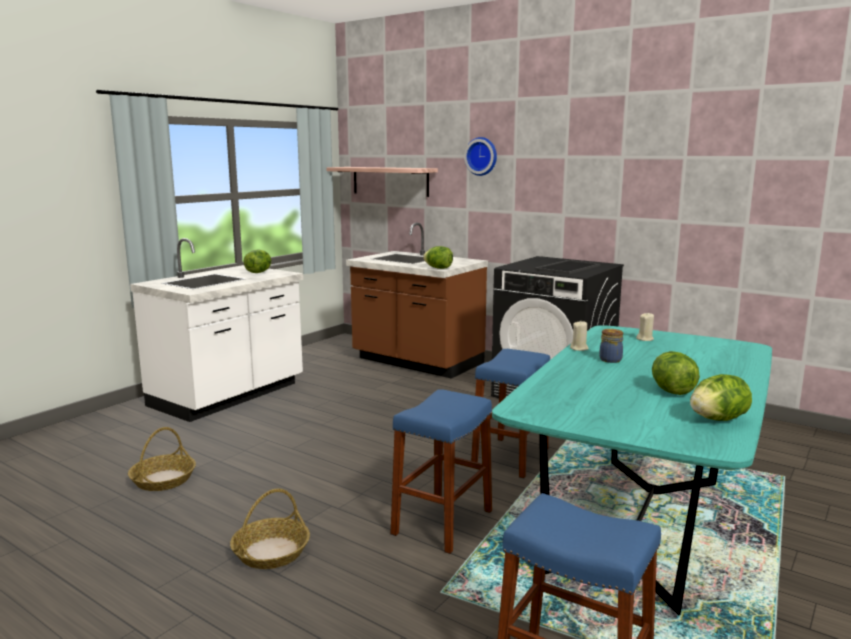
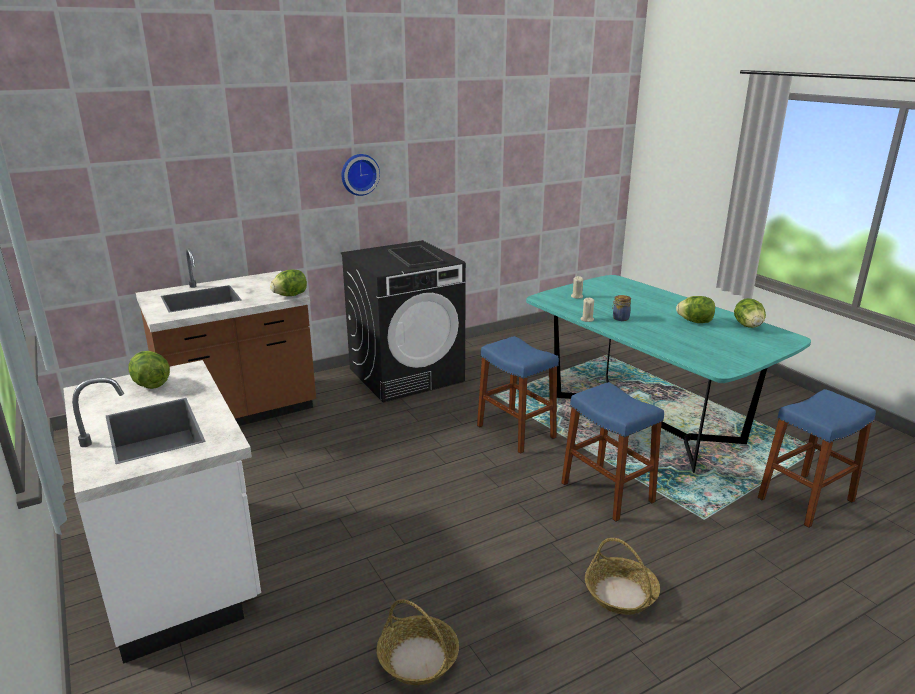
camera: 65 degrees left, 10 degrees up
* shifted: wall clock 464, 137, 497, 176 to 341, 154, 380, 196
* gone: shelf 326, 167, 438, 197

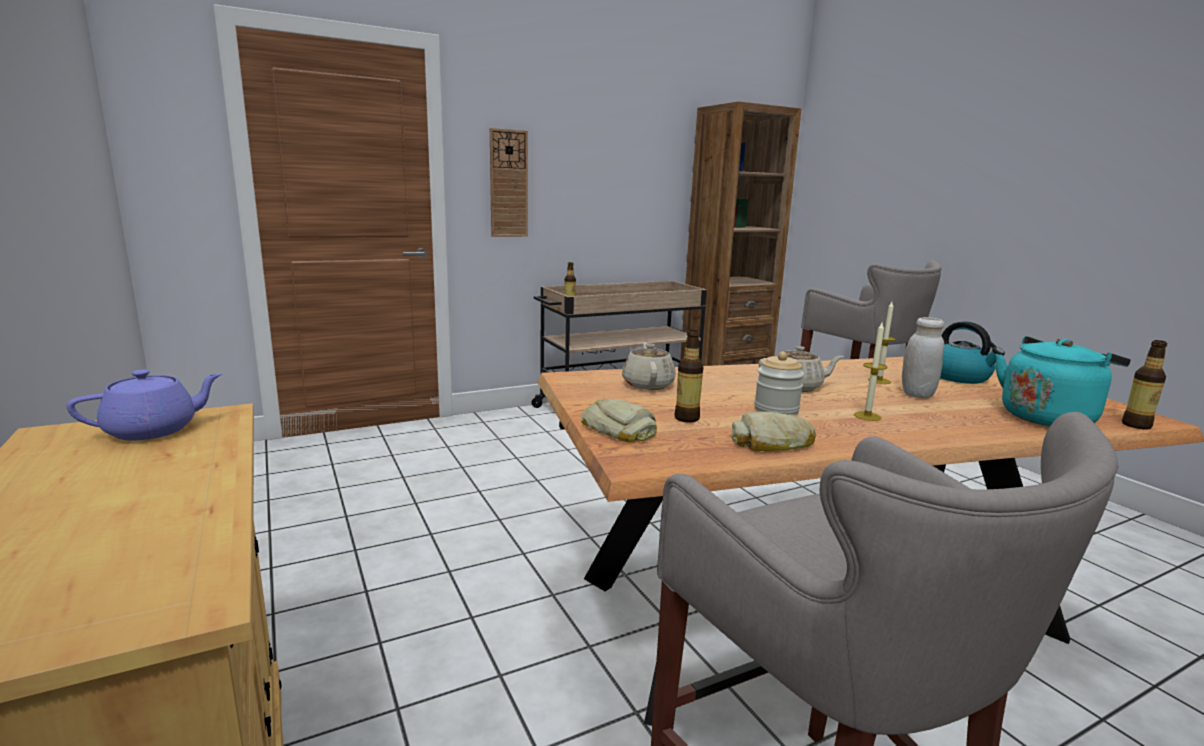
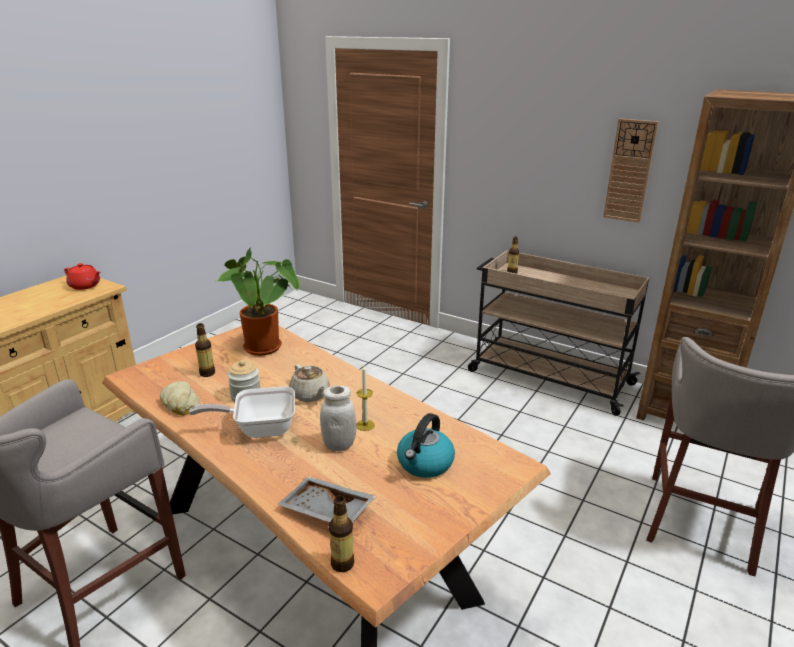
camera: 60 degrees right, 10 degrees up
* repainted: purple teapot 66, 369, 222, 441 to red teapot 64, 263, 101, 290
* swapped: candle 854, 323, 887, 421 to frying pan 189, 386, 295, 438
* swapped: beige teapot 622, 342, 676, 390 to potted plant 217, 248, 299, 356
* swapped: turquoise kettle 995, 336, 1131, 427 to grey tray 278, 476, 376, 523
* shifted: wall clock 490, 128, 528, 237 to 603, 118, 659, 223
* gone: bread 581, 399, 657, 443

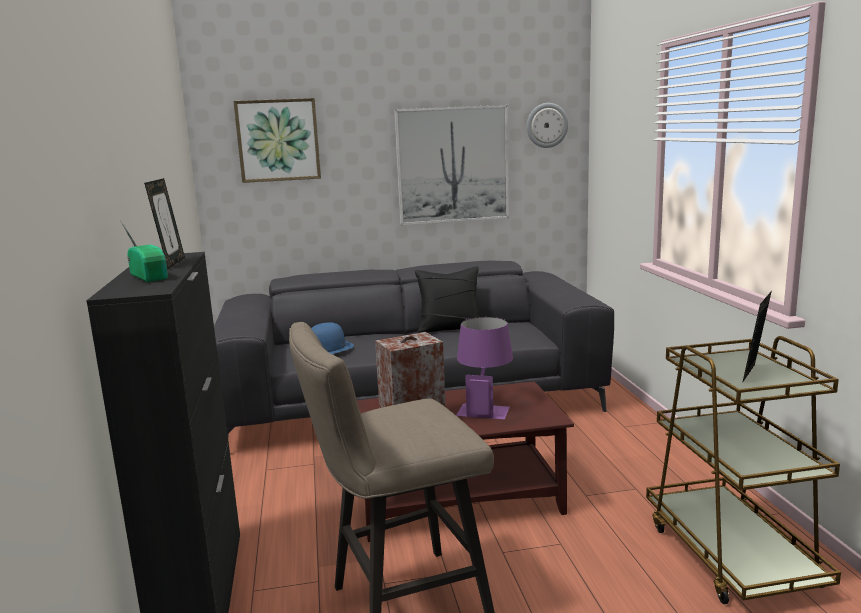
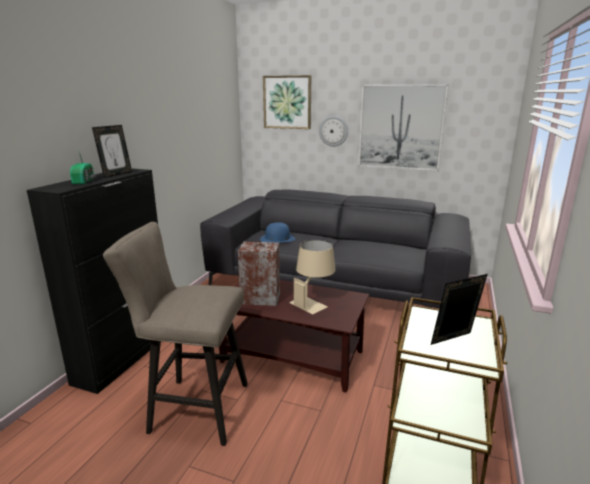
camera: 30 degrees right, 5 degrees up
* repainted: purple table lamp 456, 317, 513, 420 to beige table lamp 289, 240, 335, 314
* shifted: wall clock 527, 103, 568, 148 to 319, 116, 348, 147
* gone: black pillow 415, 266, 479, 333

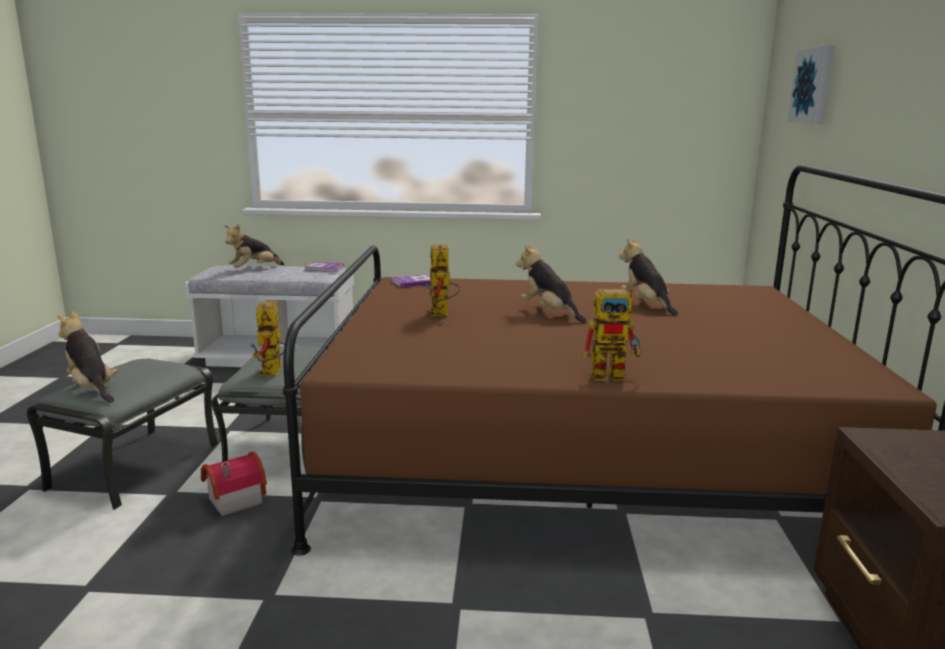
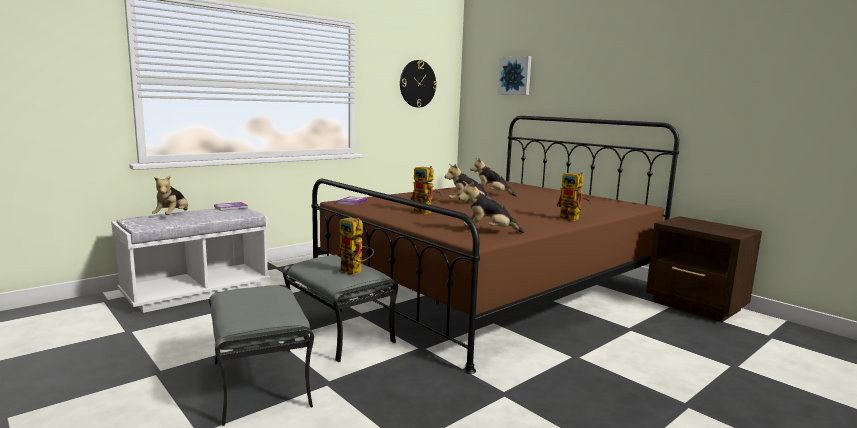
camera: 45 degrees left, 5 degrees down
* new: wall clock 400, 60, 437, 107
* shifted: plush toy 57, 311, 118, 403 to 458, 181, 524, 233
* rotated: toy robot 582, 287, 641, 381 = 556, 172, 591, 221 90 degrees clockwise
* gone: toy house 201, 451, 267, 516

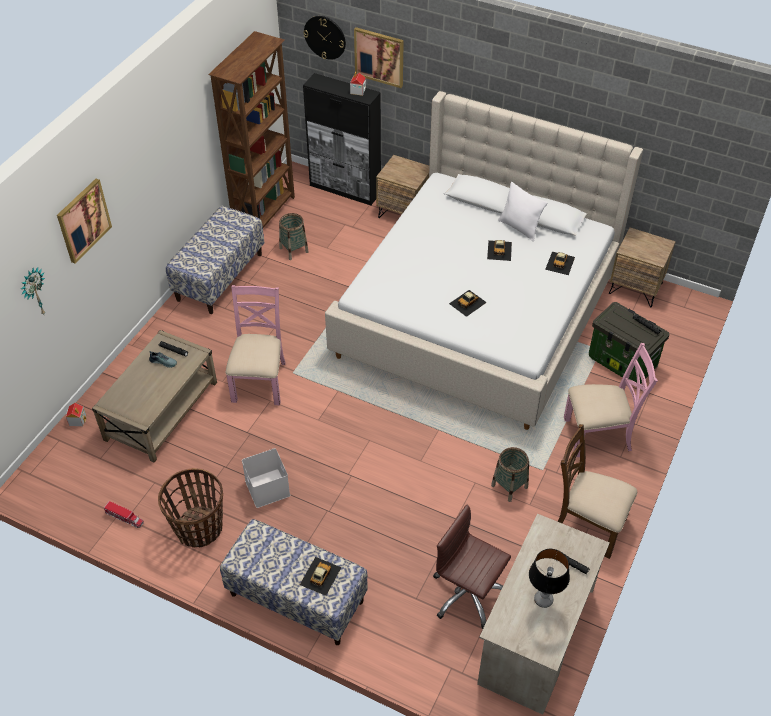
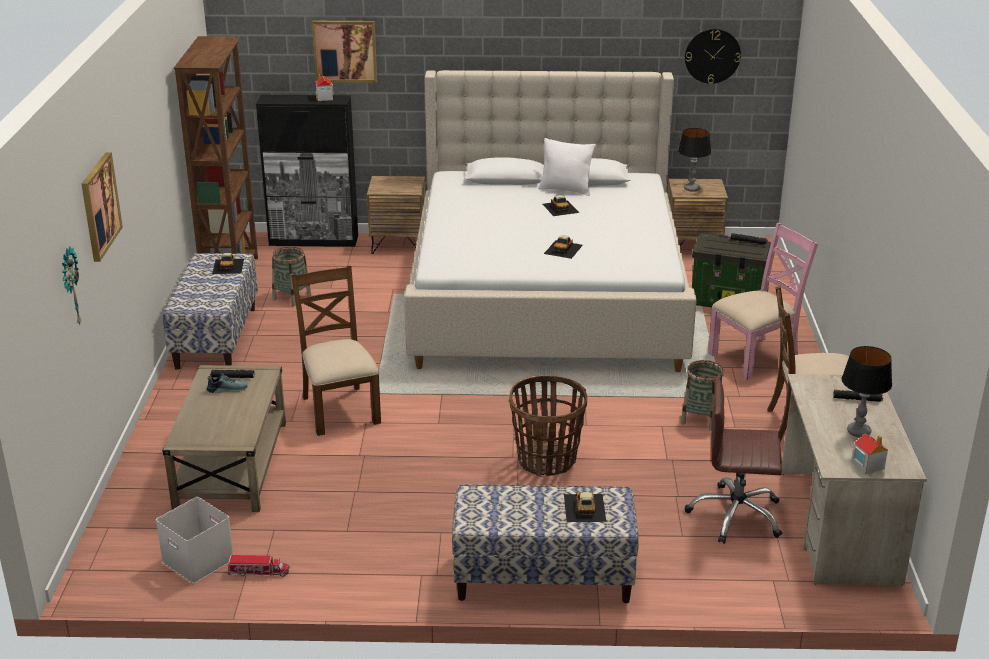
camera: 25 degrees left, 20 degrees down
* shifted: white storage box 242, 448, 290, 508 to 156, 497, 233, 584
* shifted: toy car 545, 252, 575, 275 to 212, 253, 244, 274
* repainted: pink chair 226, 285, 286, 405 to brown chair 291, 266, 381, 436
* shifted: basket 158, 468, 223, 548 to 509, 376, 587, 477
* new: table lamp 678, 128, 711, 192
* shifted: wall clock 303, 16, 346, 60 to 685, 29, 741, 84
* shifted: toy house 66, 403, 86, 426 to 852, 433, 888, 474

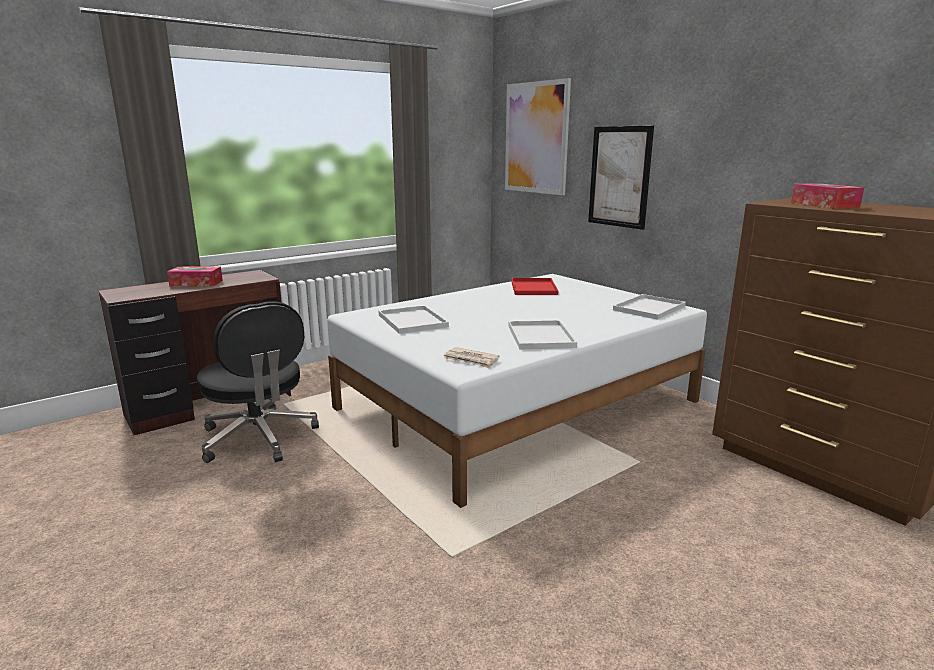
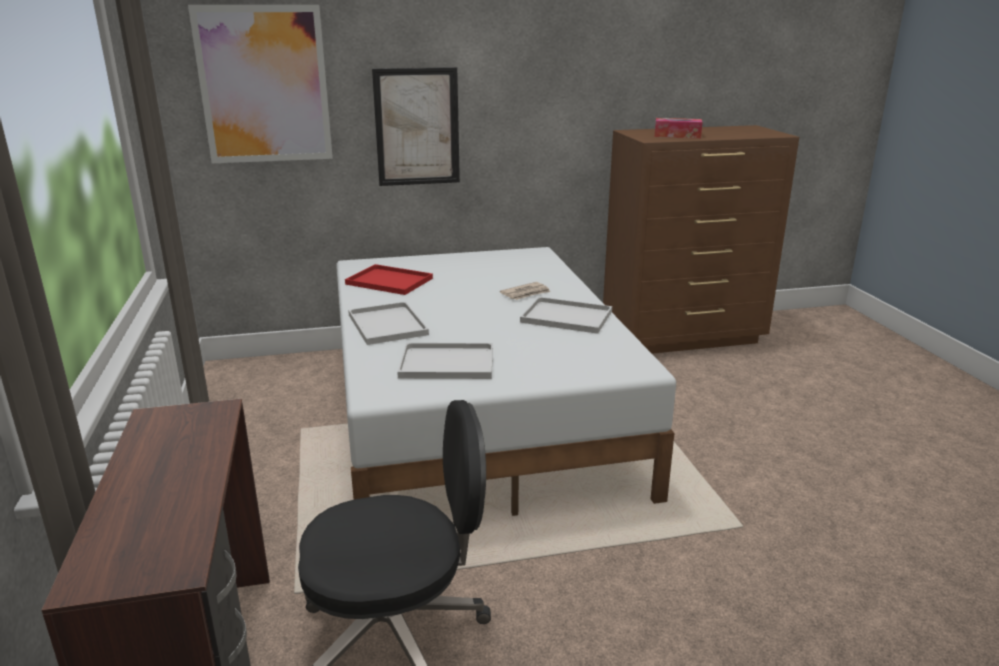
camera: 65 degrees left, 5 degrees up
* shifted: white tray 613, 294, 686, 320 to 348, 302, 429, 345
* shifted: newspaper 444, 347, 500, 368 to 500, 282, 551, 300
* gone: tissue box 167, 267, 223, 286

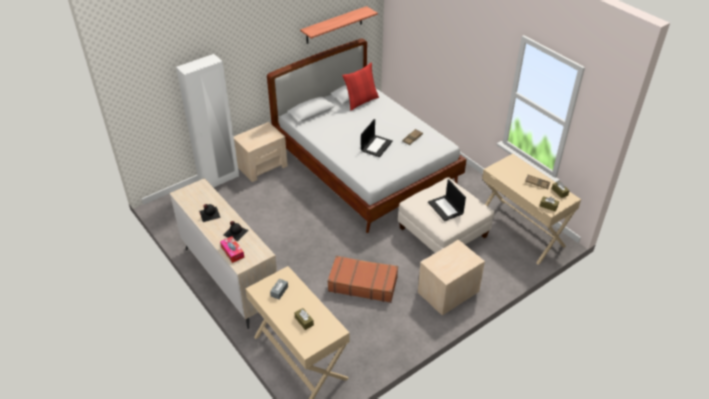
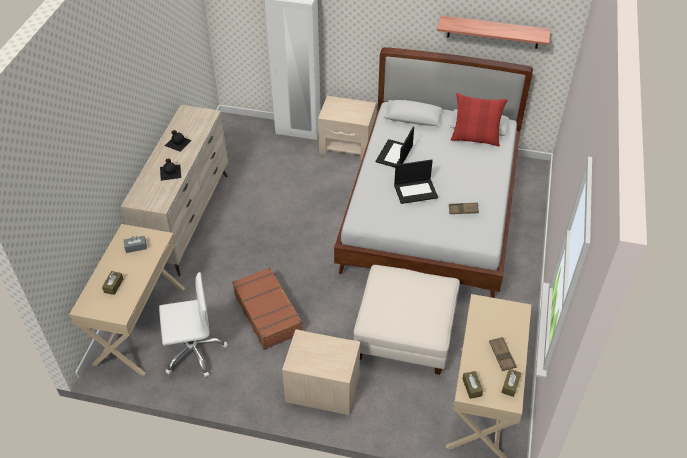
camera: 50 degrees right, 5 degrees up
* new: white office chair 159, 272, 227, 377
* shifted: laptop 428, 179, 466, 221 to 376, 127, 414, 168
* gone: tissue box 220, 236, 244, 263

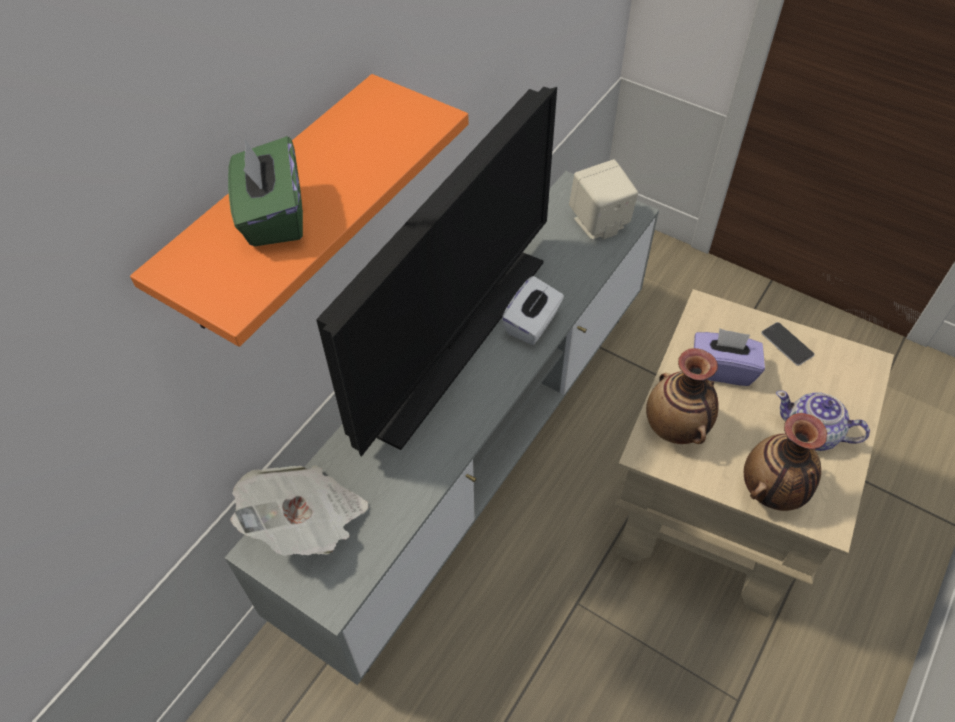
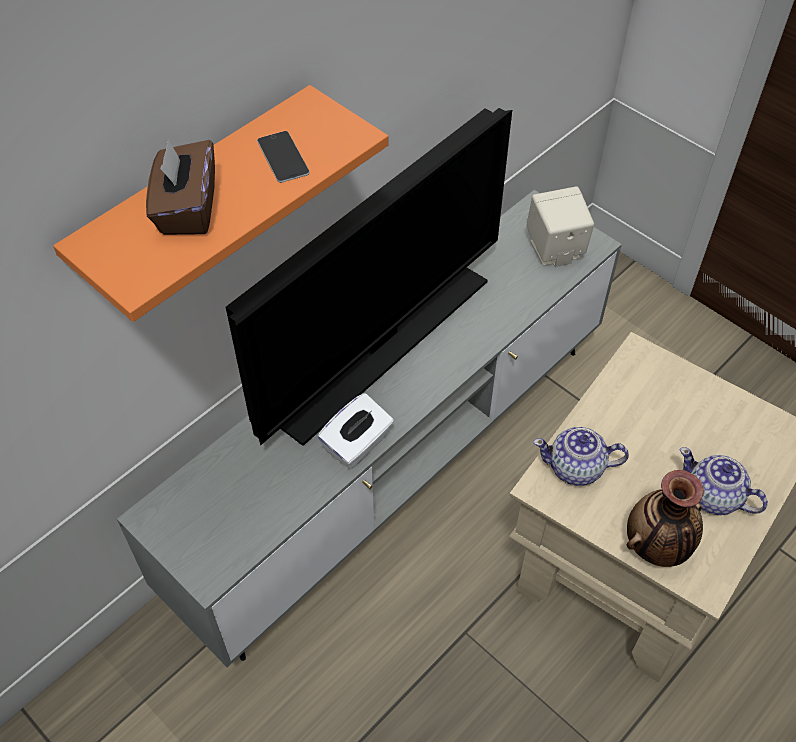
camera: 10 degrees right, 0 degrees up
* repainted: green tissue box 228, 136, 303, 247 to brown tissue box 146, 139, 215, 235
* shifted: phone 761, 322, 815, 366 to 257, 131, 310, 183
* shifted: white tissue box 502, 276, 564, 345 to 318, 393, 394, 469
* swapped: vase 646, 348, 718, 444 to teapot 533, 427, 629, 486
* gone: newspaper 230, 465, 368, 556
* gone: purple tissue box 694, 328, 765, 386

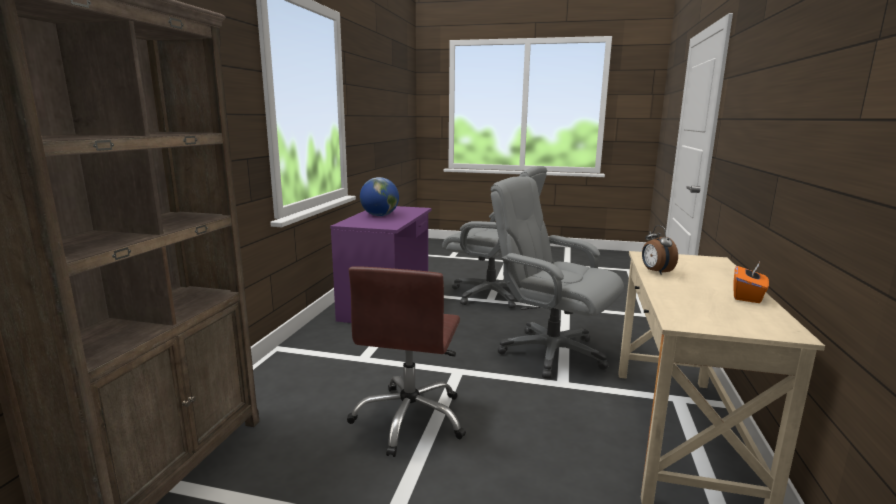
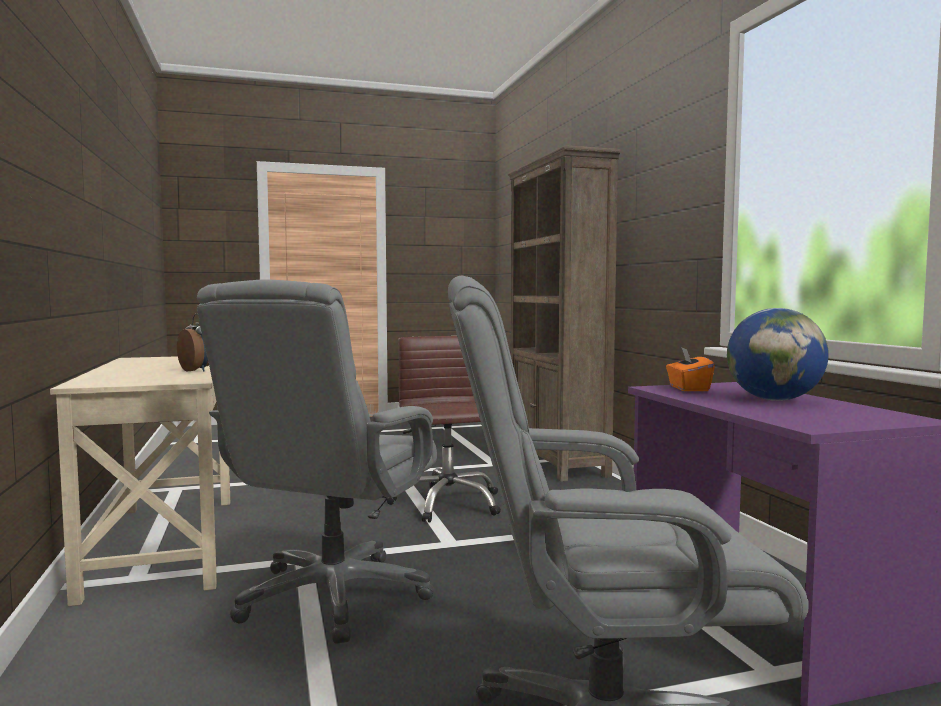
camera: 150 degrees right, 10 degrees down
* rotated: grey office chair 491, 176, 624, 379 = 197, 279, 437, 644 105 degrees clockwise
* shifted: orange tissue box 733, 263, 769, 303 to 666, 348, 715, 391

